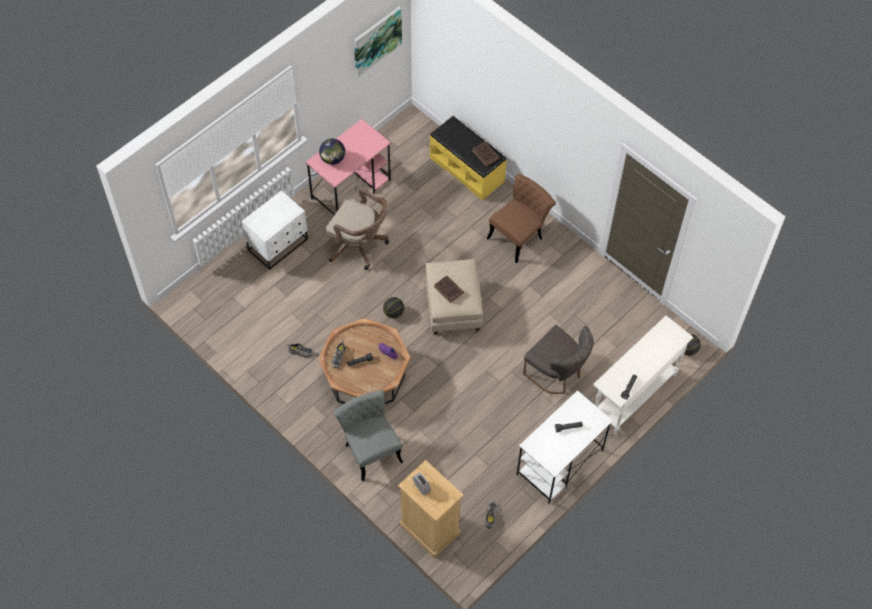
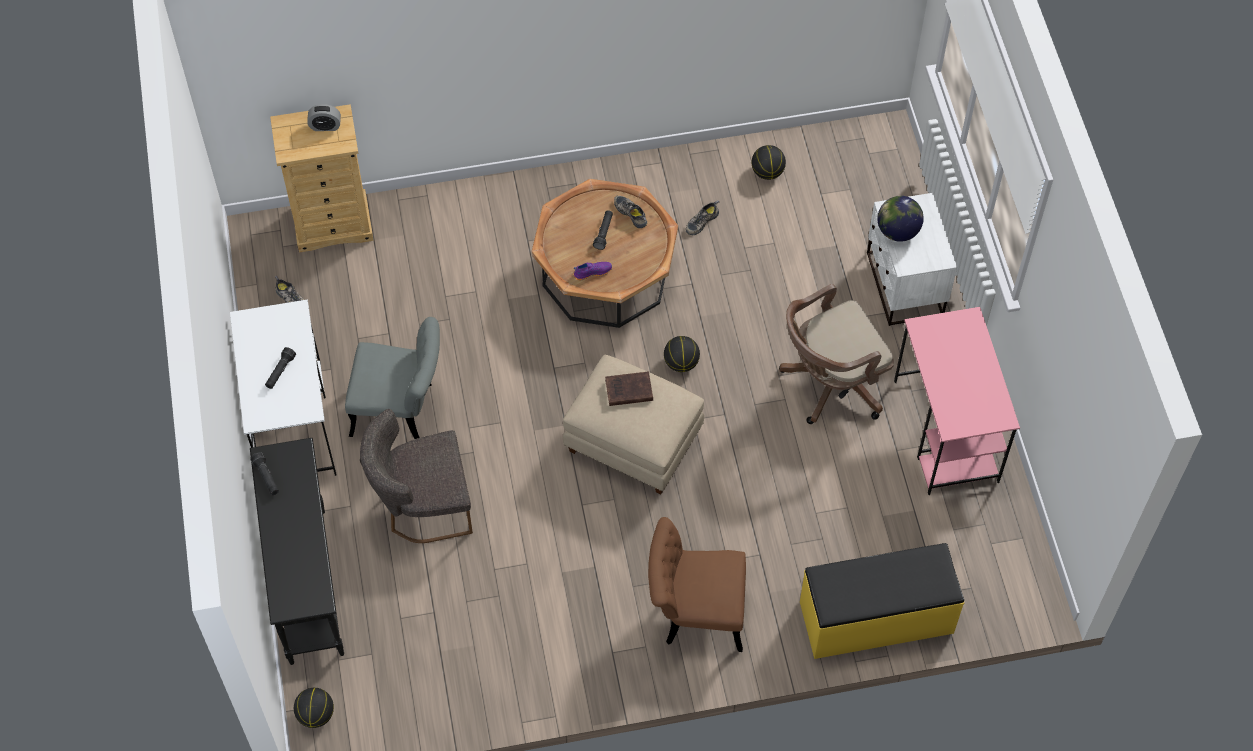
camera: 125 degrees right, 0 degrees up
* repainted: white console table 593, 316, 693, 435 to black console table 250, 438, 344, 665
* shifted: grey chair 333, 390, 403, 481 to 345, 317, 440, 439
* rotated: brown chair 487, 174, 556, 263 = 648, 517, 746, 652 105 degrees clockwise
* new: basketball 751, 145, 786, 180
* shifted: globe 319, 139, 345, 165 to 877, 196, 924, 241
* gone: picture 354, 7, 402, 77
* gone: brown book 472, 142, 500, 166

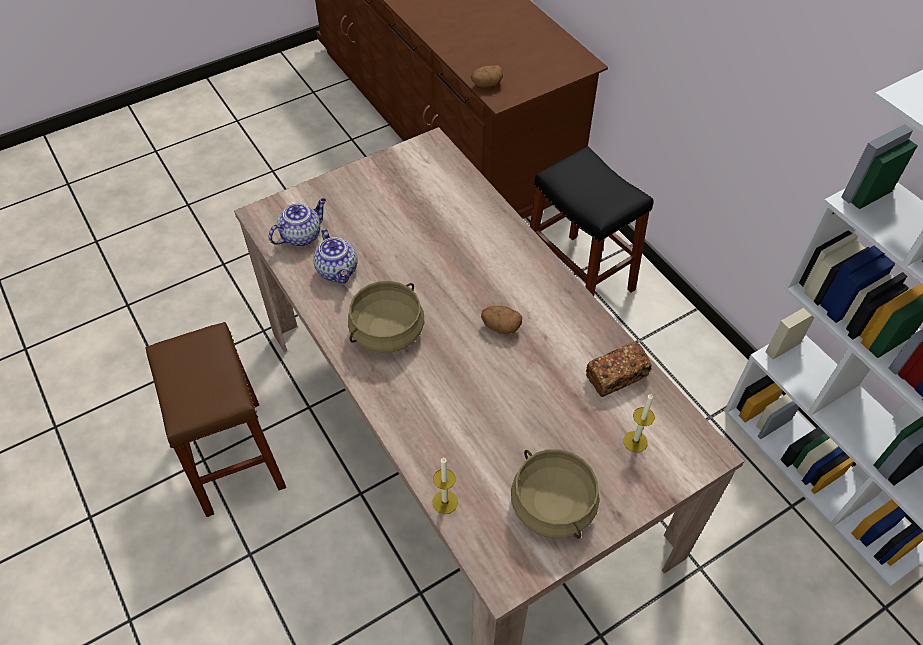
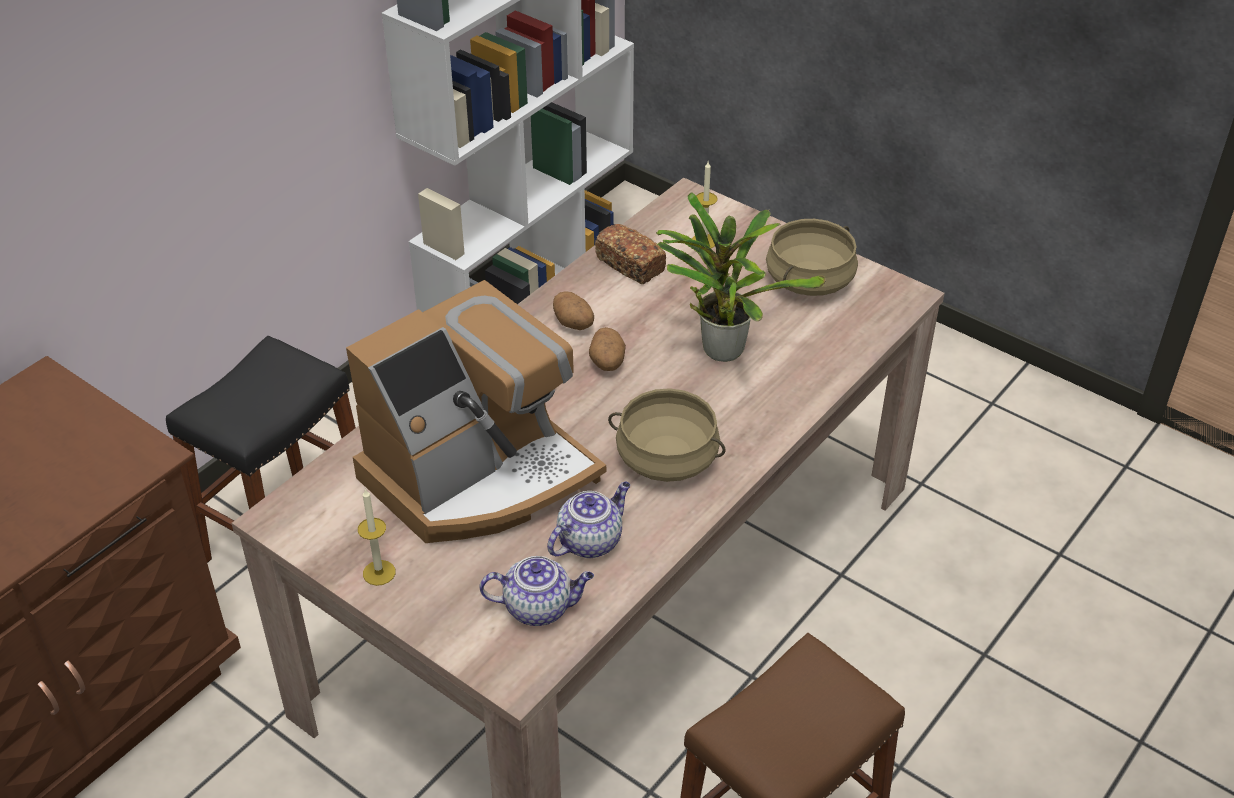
camera: 110 degrees left, 10 degrees down
* new: coffee machine 346, 280, 606, 543
* shifted: candle 433, 457, 458, 514 to 358, 489, 395, 586
* rotated: teapot 269, 198, 326, 247 = 480, 556, 594, 626 150 degrees clockwise
* shifted: potato 471, 65, 503, 87 to 553, 291, 594, 330
* new: potted plant 656, 193, 826, 362

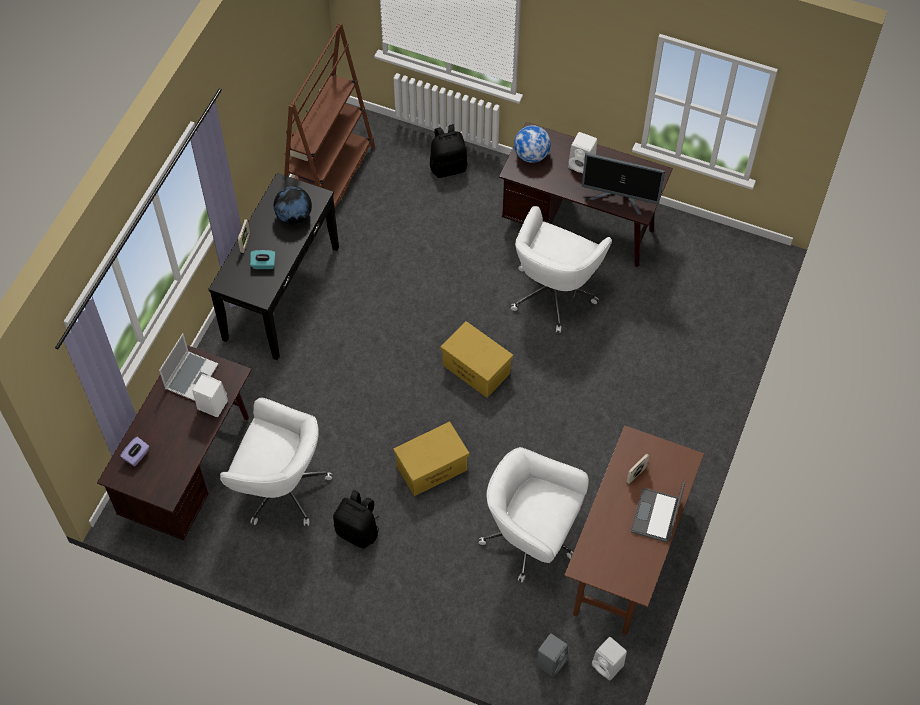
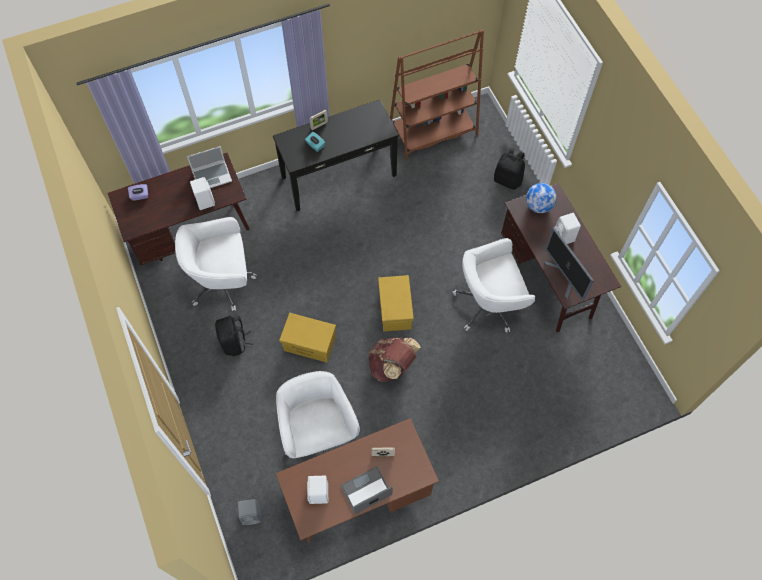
camera: 45 degrees right, 5 degrees up
* rotated: white office chair 220, 398, 332, 526 = 175, 217, 257, 311 105 degrees clockwise
* shifted: white speaker 592, 637, 627, 681 to 307, 476, 328, 504
* new: brown backpack 368, 337, 421, 382
* gone: globe 274, 186, 312, 225

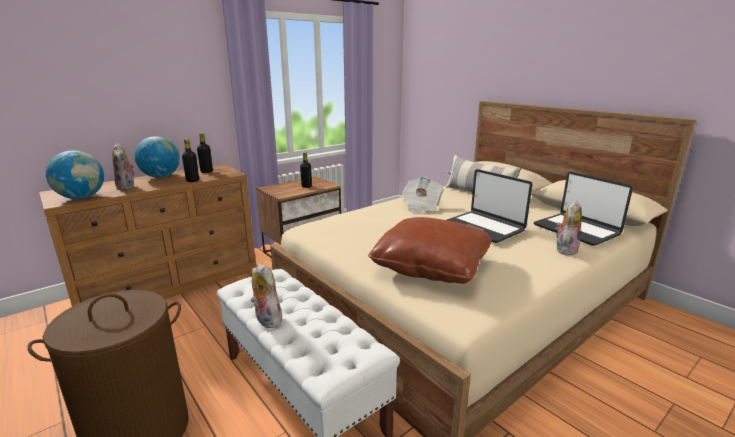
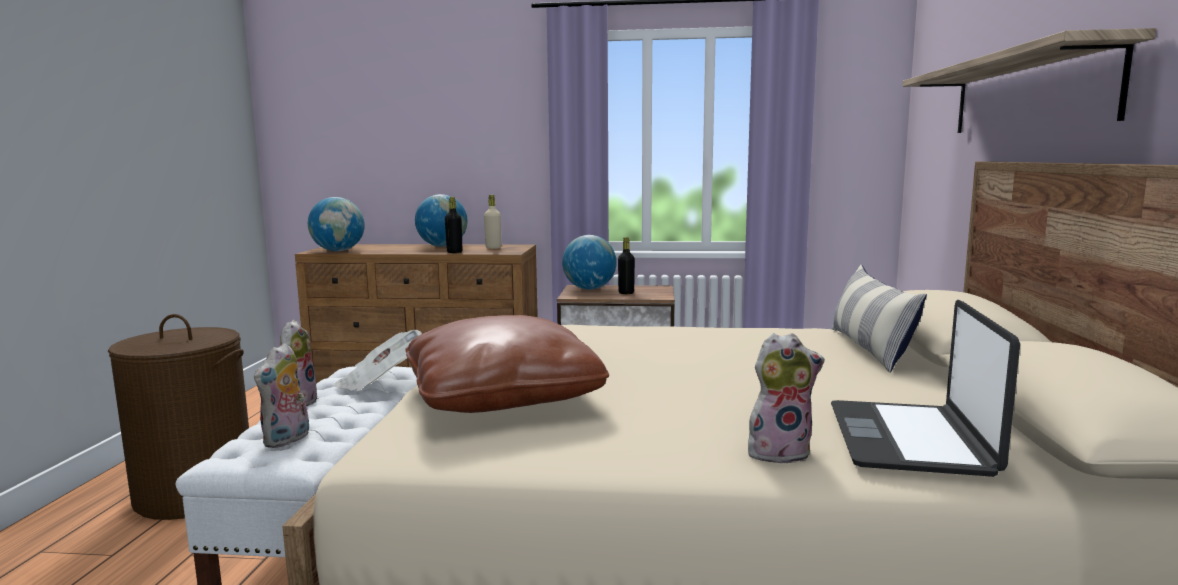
camera: 45 degrees right, 10 degrees down
* shifted: plush toy 112, 143, 135, 190 to 254, 343, 309, 448
* shifted: newspaper 402, 177, 444, 213 to 334, 330, 422, 391
* repainted: black bottle 197, 133, 213, 173 to beige bottle 484, 195, 501, 249
* new: globe 562, 235, 617, 290
* new: shelf 902, 28, 1156, 133
* gone: laptop 447, 169, 533, 243

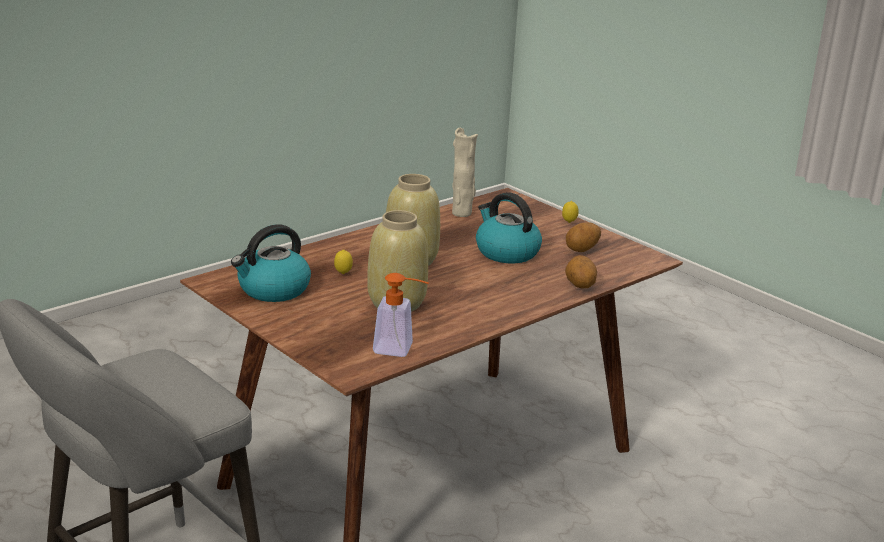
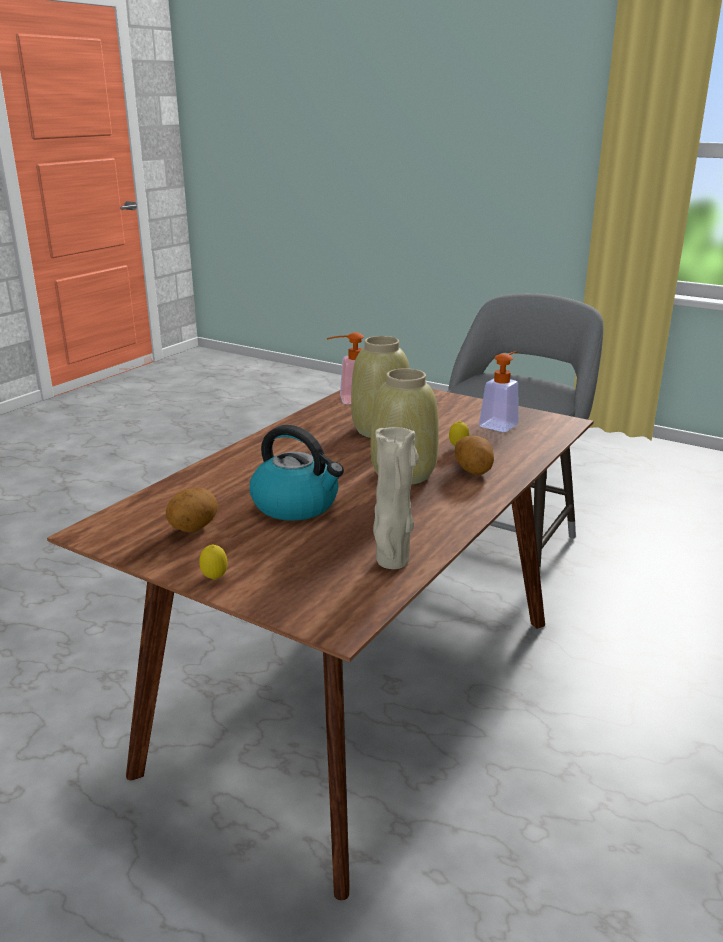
camera: 165 degrees right, 0 degrees up
* shifted: potato 565, 255, 597, 289 to 455, 436, 494, 475
* swapped: kettle 231, 224, 311, 302 to soap dispenser 479, 351, 519, 432

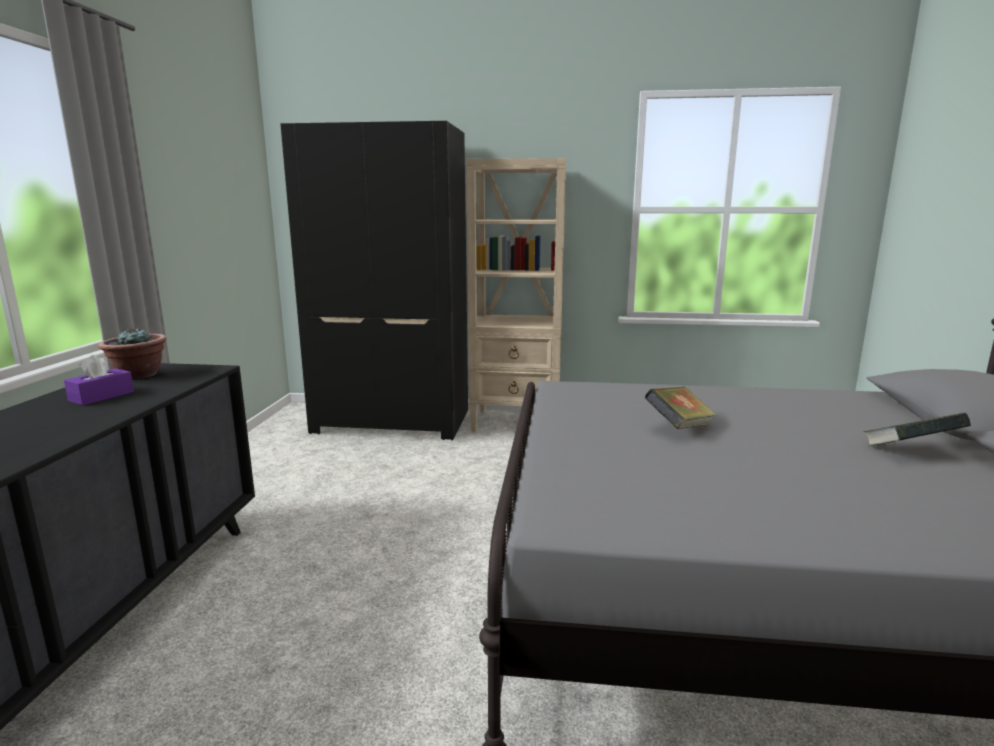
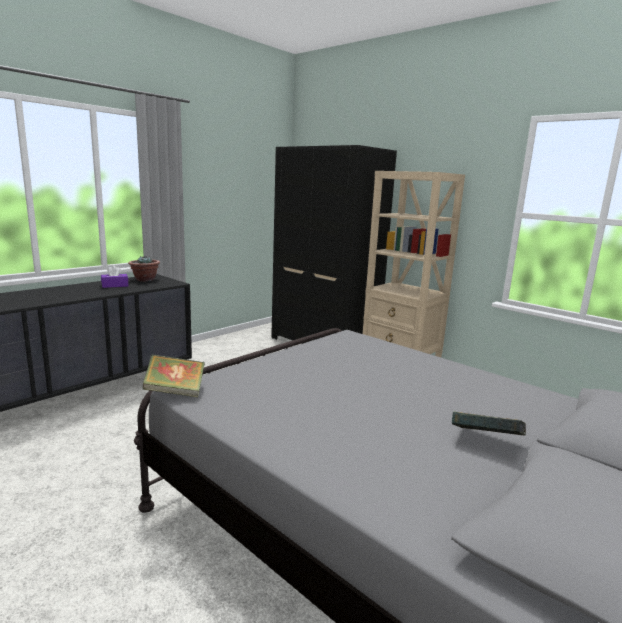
camera: 35 degrees right, 0 degrees up
* shifted: book 645, 387, 717, 429 to 142, 354, 205, 397

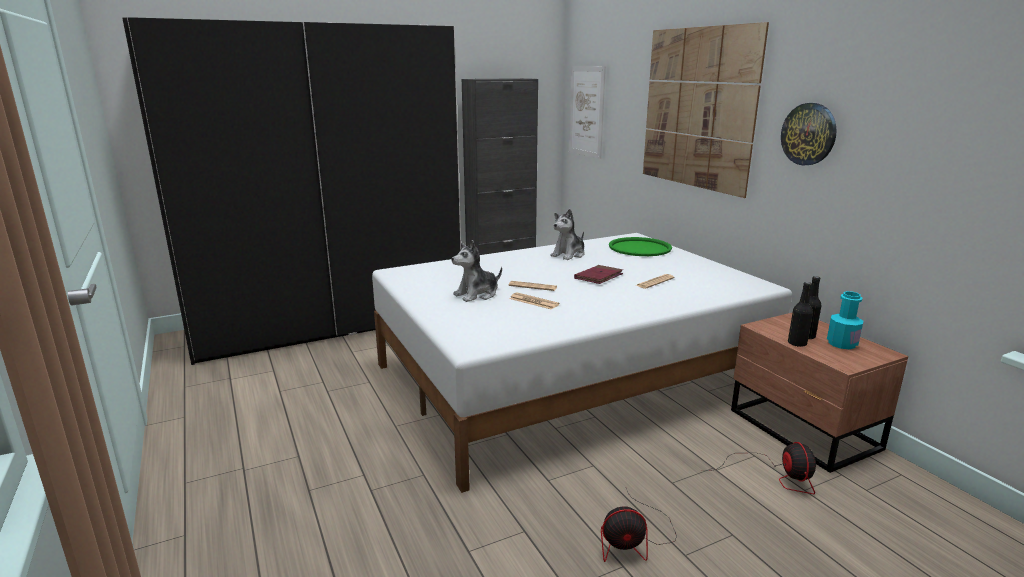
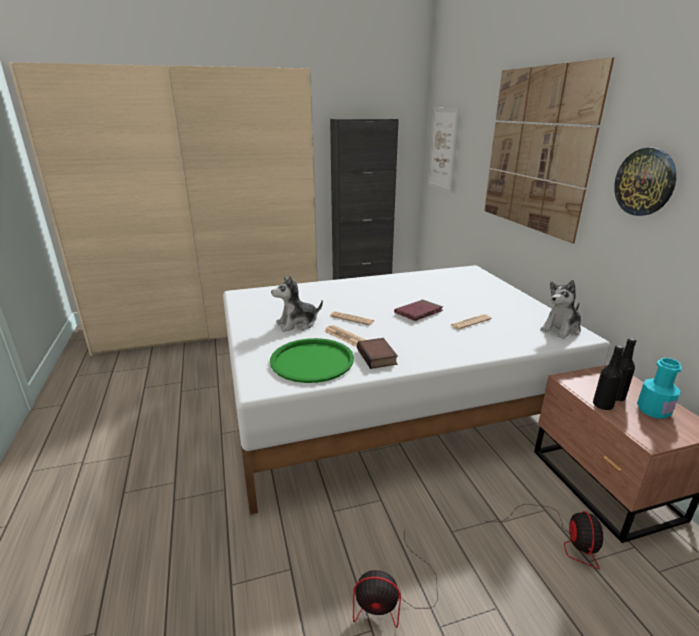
camera: 10 degrees right, 5 degrees up
* repainted: black wardrobe 122, 17, 461, 365 to beige wardrobe 9, 62, 318, 356
* shifted: green tray 609, 237, 672, 256 to 270, 338, 354, 383
* new: book 357, 338, 398, 369
* shifted: plush toy 551, 209, 585, 260 to 540, 280, 581, 339

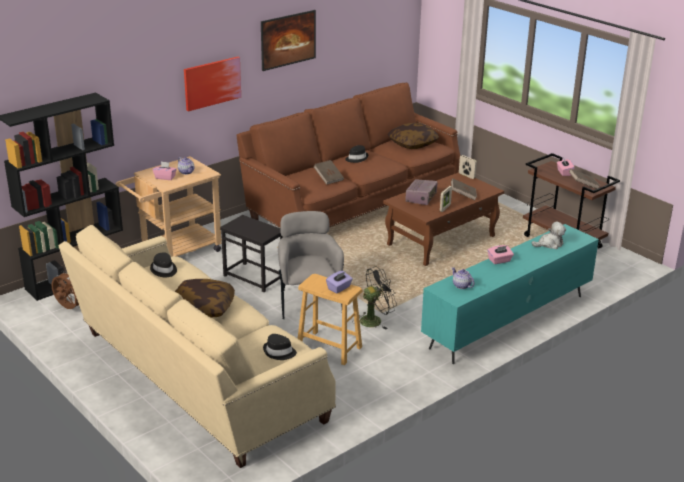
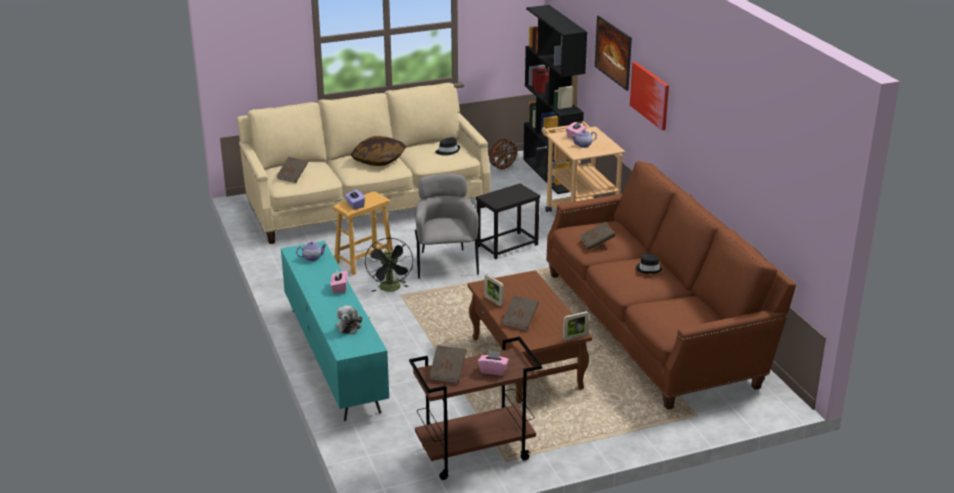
camera: 110 degrees right, 0 degrees up
* swapped: black hat 263, 334, 297, 360 to brown book 276, 157, 308, 183
* rotated: grey armchair 278, 211, 344, 319 = 415, 174, 479, 279 105 degrees counterclockwise
* shifted: picture 261, 10, 316, 71 to 595, 16, 632, 91
* gone: pillow 387, 123, 439, 149
* gone: radio 405, 179, 438, 205

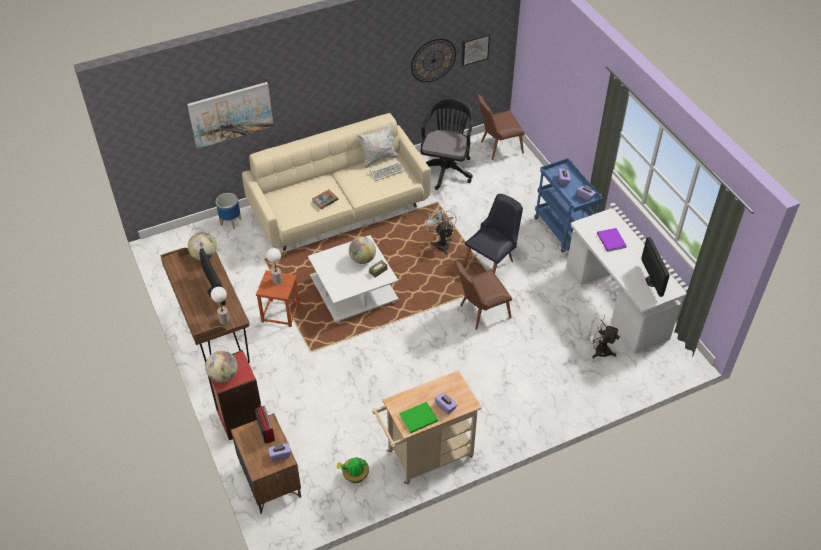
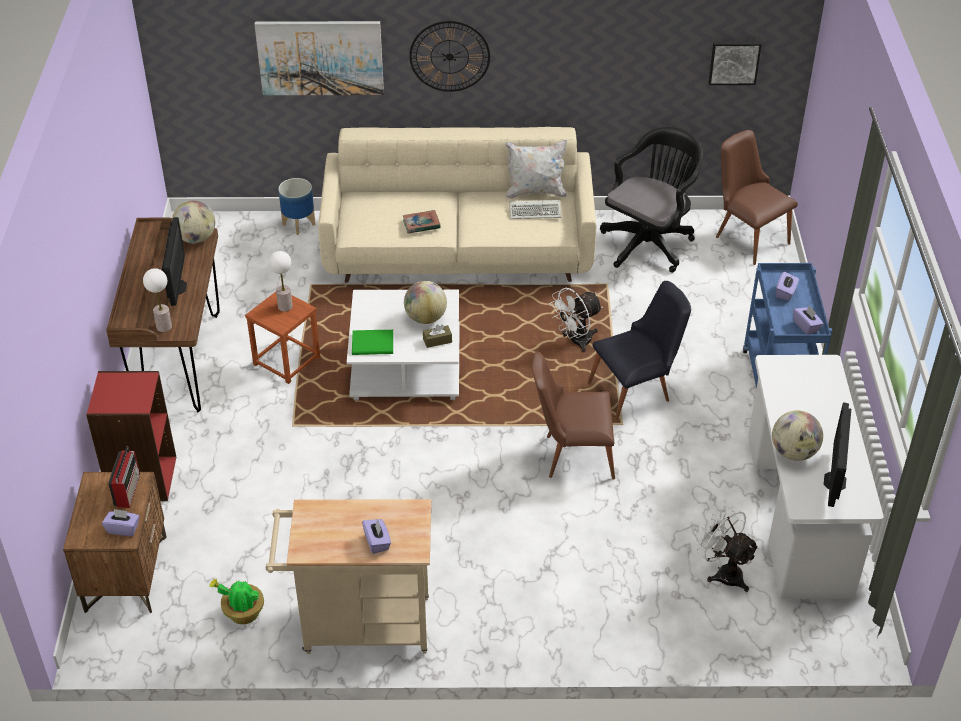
camera: 25 degrees right, 5 degrees down
* shifted: green book 399, 402, 438, 433 to 352, 329, 393, 355
* shifted: wall clock 411, 38, 456, 82 to 409, 21, 490, 92
* rotated: white fan 425, 207, 457, 255 = 549, 288, 603, 352 135 degrees counterclockwise
* rotated: brown chair 478, 94, 525, 160 = 716, 130, 798, 265 45 degrees clockwise
* shifted: globe 205, 351, 238, 383 to 772, 411, 823, 461
* gone: purple book 597, 228, 627, 252

